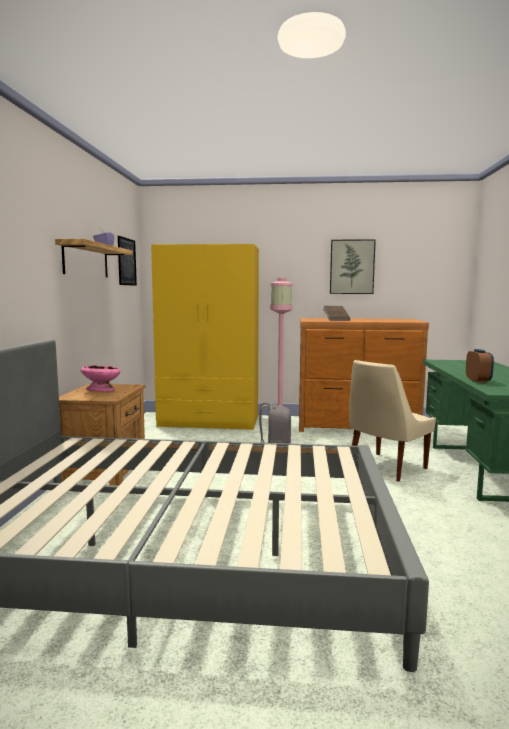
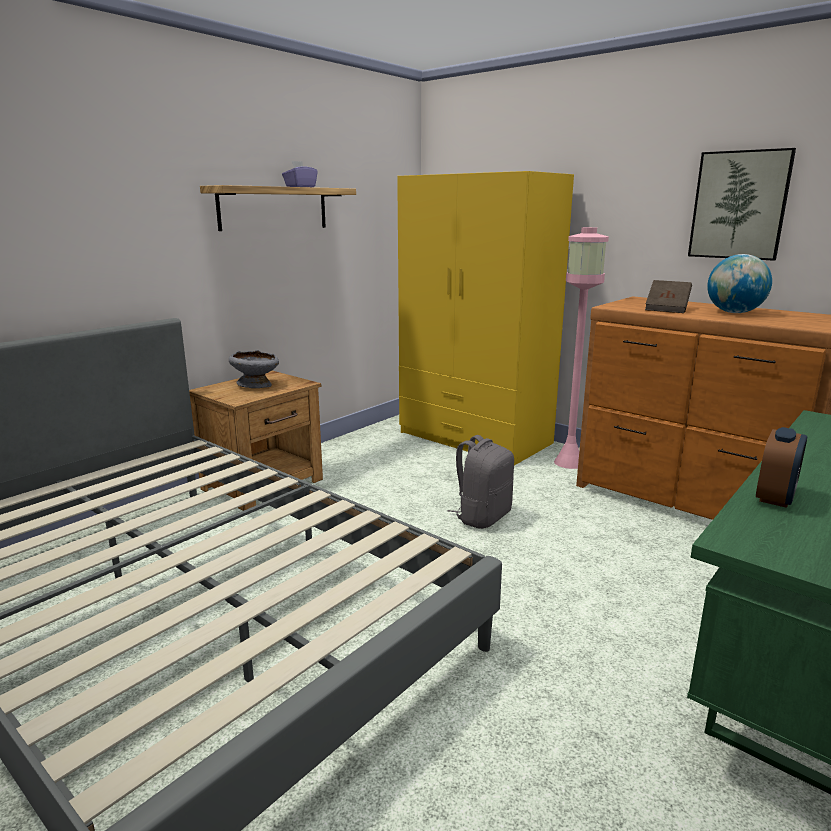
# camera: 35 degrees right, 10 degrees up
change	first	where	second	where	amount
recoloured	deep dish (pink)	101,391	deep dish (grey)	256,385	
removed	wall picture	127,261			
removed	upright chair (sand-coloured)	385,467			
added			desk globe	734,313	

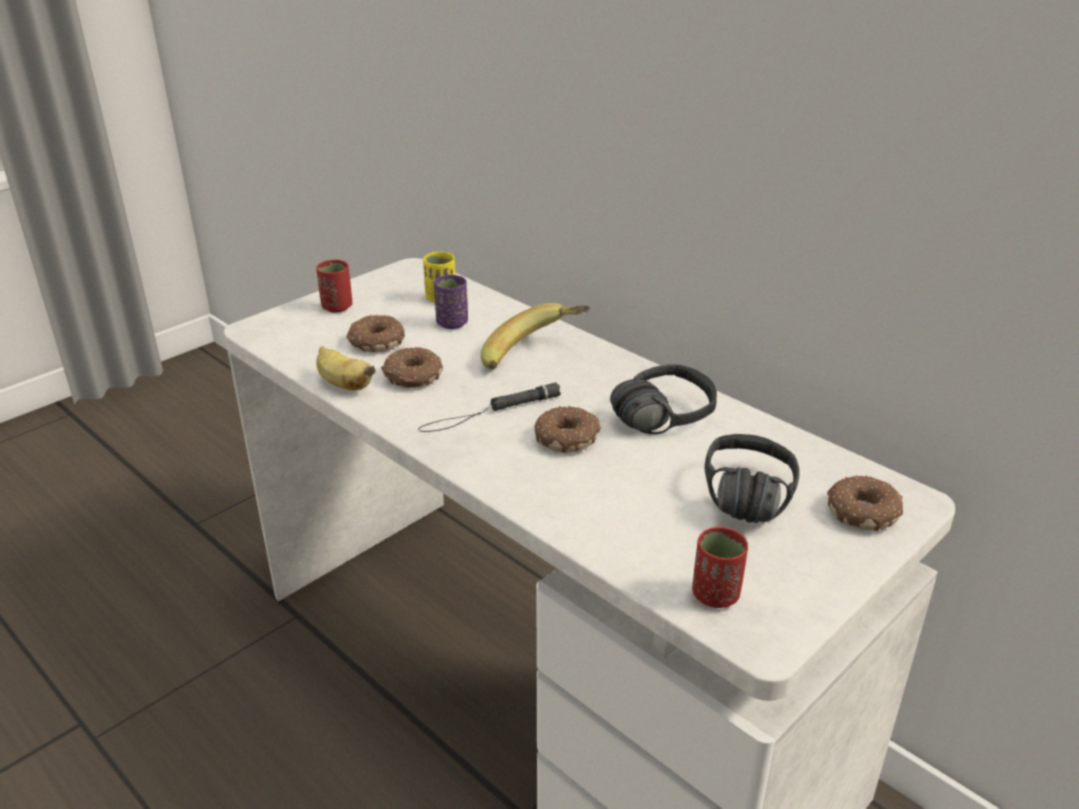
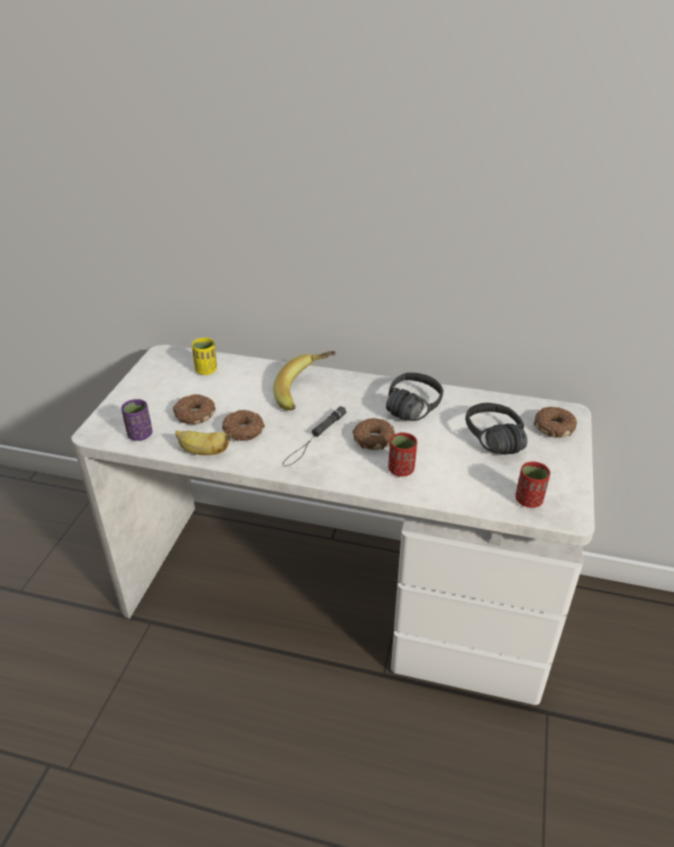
# camera: 30 degrees left, 5 degrees up
change	first	where	second	where	amount
moved	cup (red-coloured)	337,307		401,470	
moved	cup (purple)	452,323		140,435	

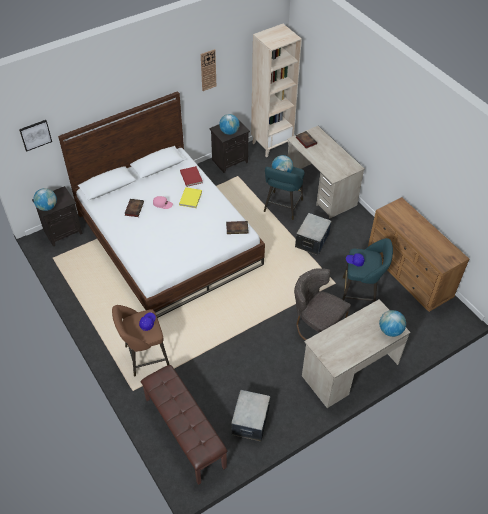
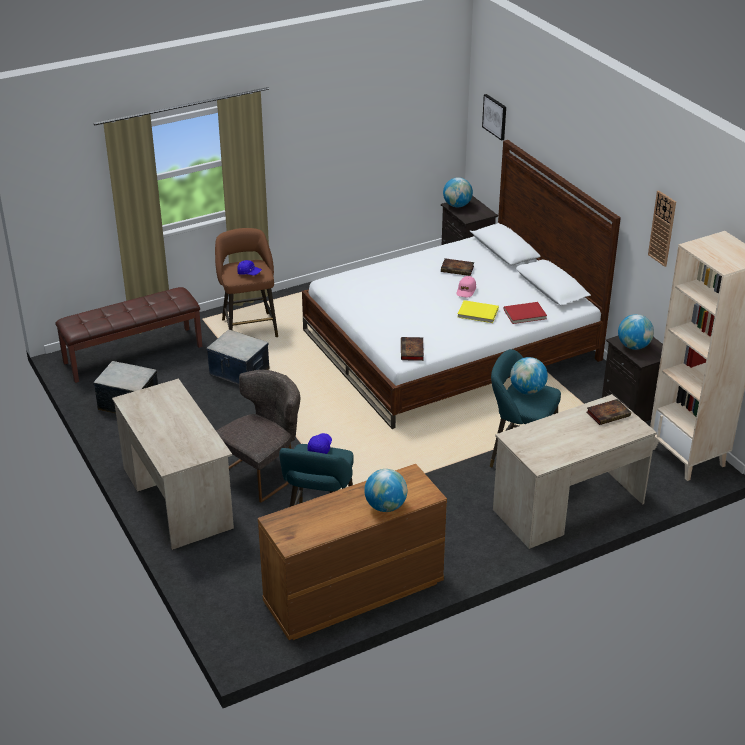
# camera: 95 degrees right, 15 degrees down
change	first	where	second	where	amount
moved	storage bin	312,241		239,372	
moved	desk globe	390,330		385,506	

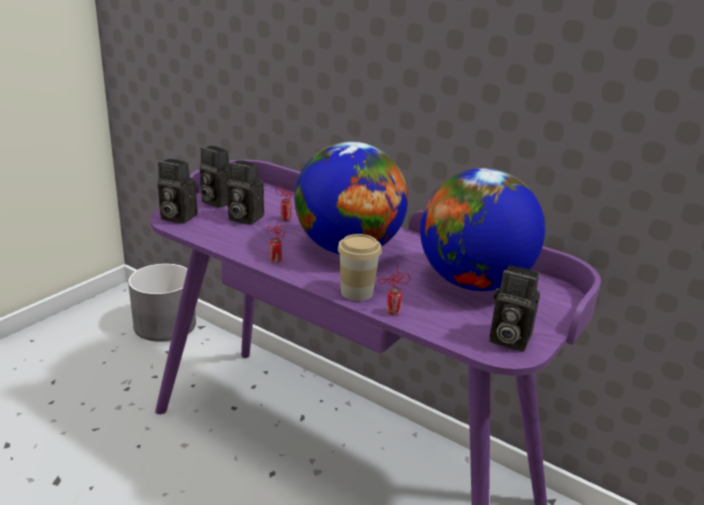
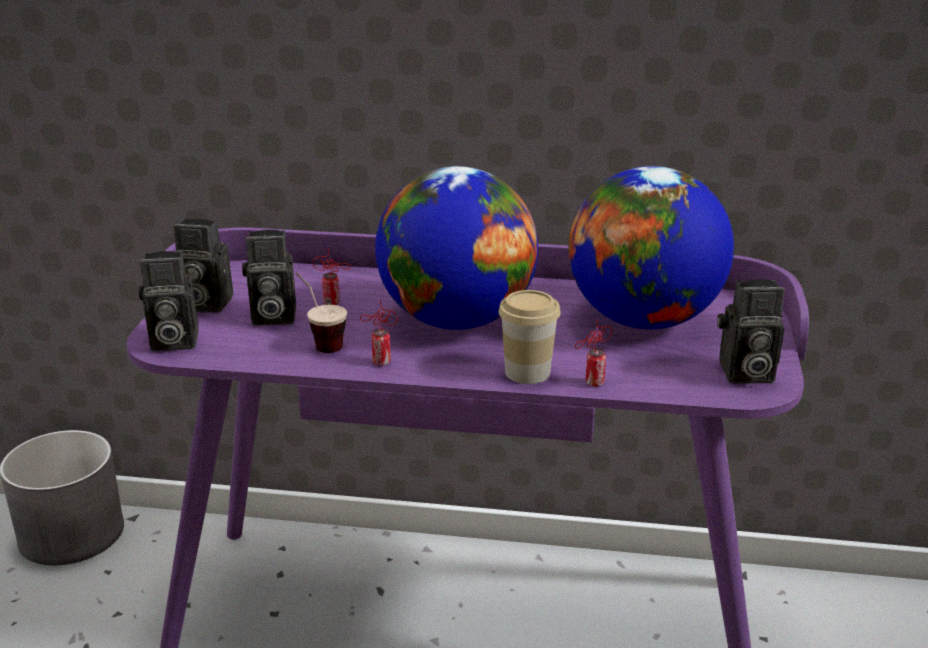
# camera: 25 degrees left, 0 degrees up
change	first	where	second	where	amount
added			cup	320,342	

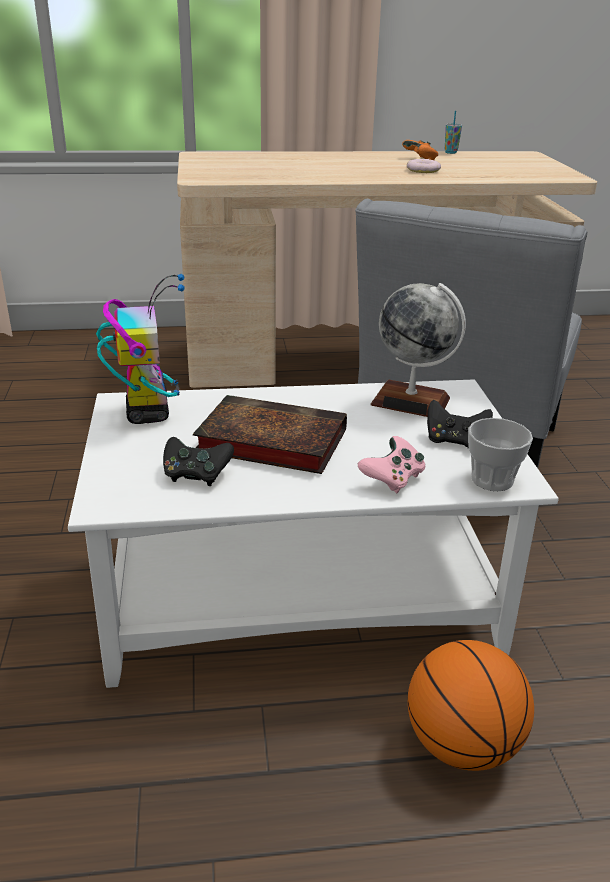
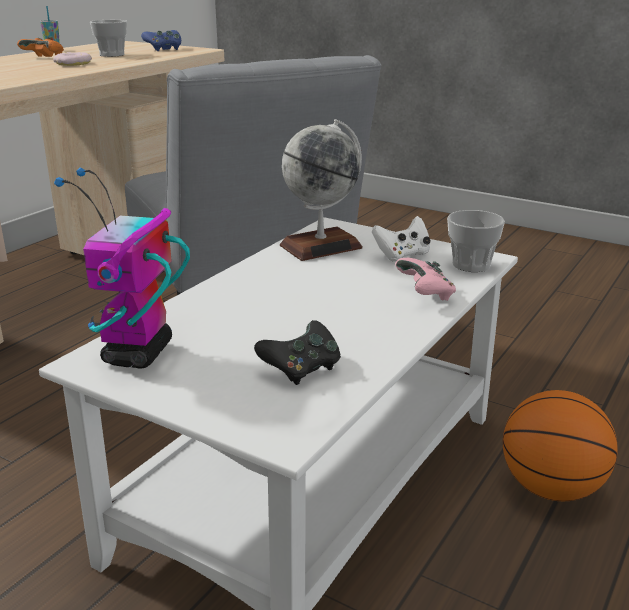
# camera: 50 degrees left, 5 degrees down
change	first	where	second	where	amount
turned	toy robot	147,412		138,354	105 degrees counterclockwise
removed	volume	267,441			
recoloured	gamepad (blackish)	455,441	gamepad (whitish)	402,255	
added			cup	112,55	
added			gamepad (bluish)	164,49	

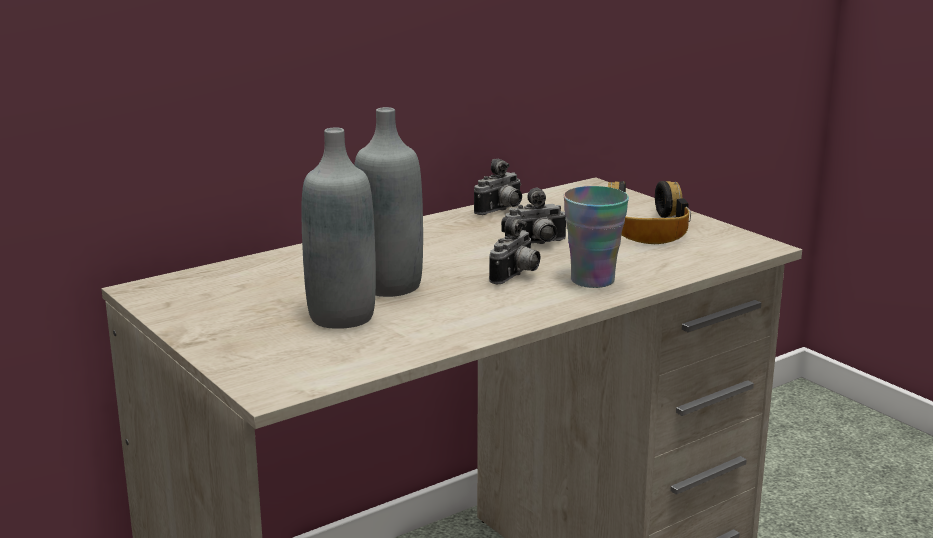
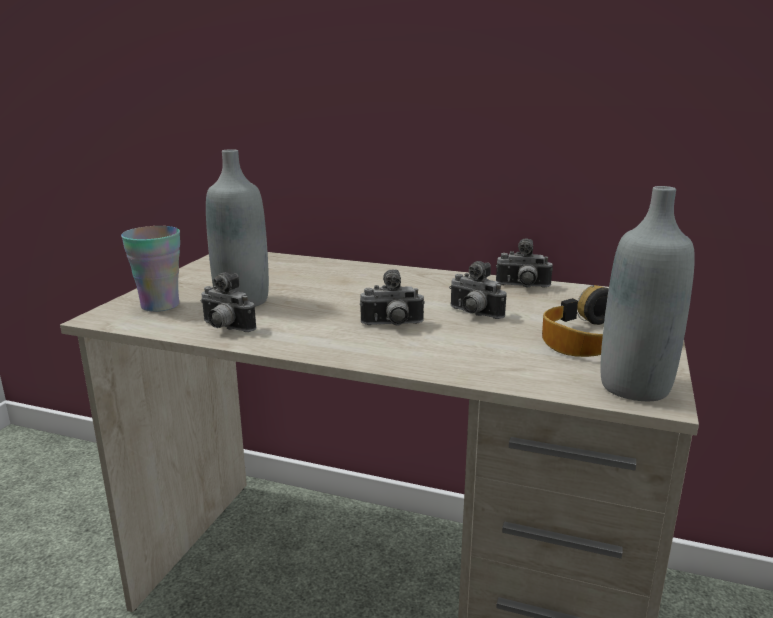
# camera: 55 degrees right, 0 degrees up
change	first	where	second	where	amount
moved	drink bottle (grey)	389,286		634,386	
moved	cup	592,280		160,305	
added			photo camera	225,328	

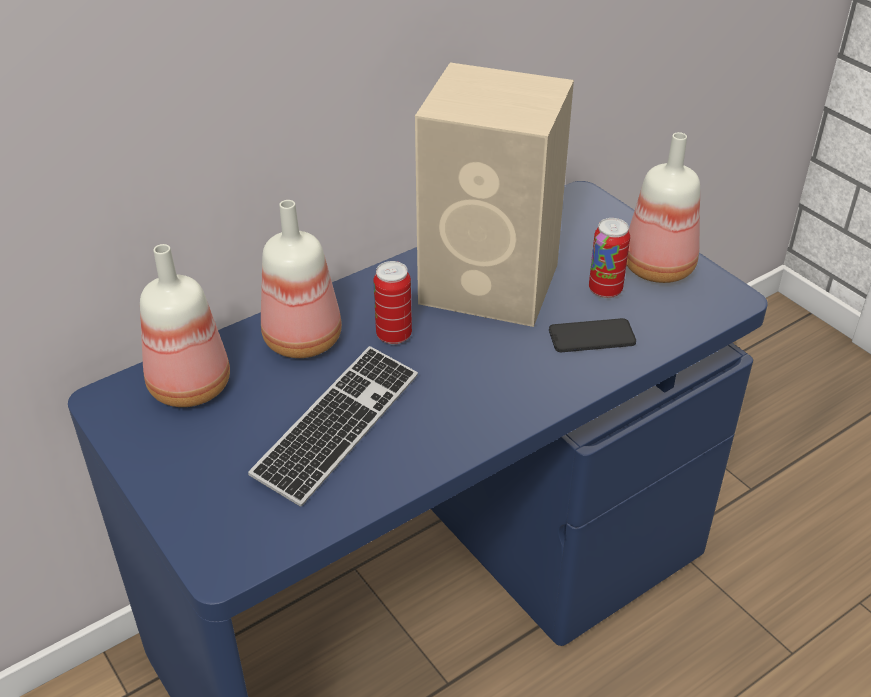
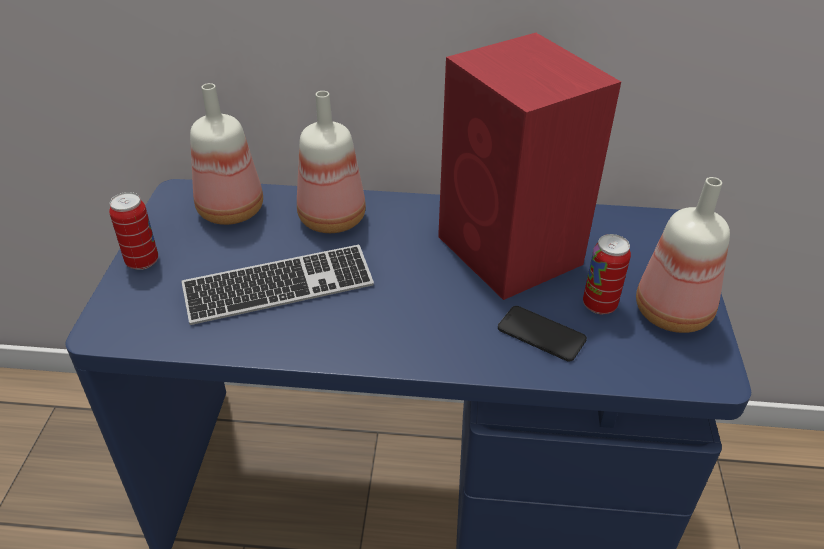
# camera: 40 degrees right, 0 degrees up
change	first	where	second	where	amount
moved	metal can	394,335		142,261	
recoloured	audio speaker (sand-coloured)	493,284	audio speaker (red-coloured)	511,252	

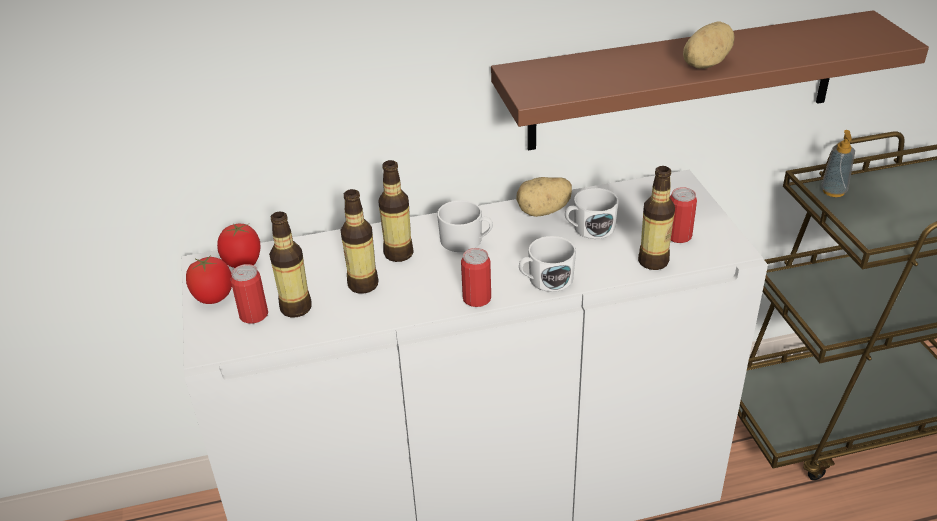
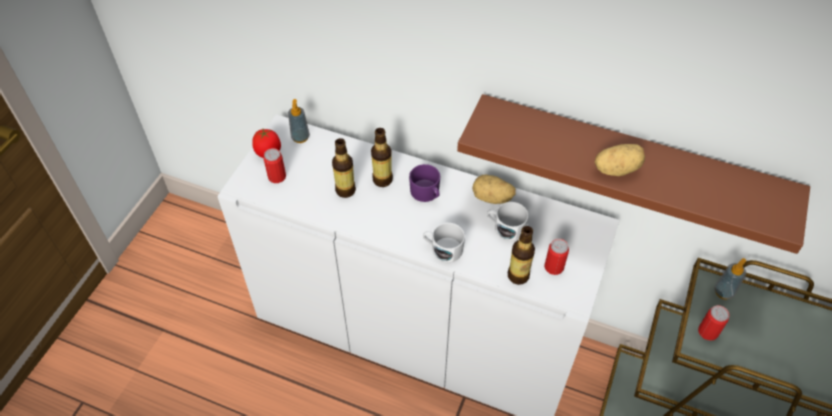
# camera: 35 degrees right, 15 degrees up
change	first	where	second	where	amount
replaced	whole tomato	243,263	liquid soap bottle	300,137	
removed	drink bottle	296,308			
recoloured	tea mug (whitish)	466,241	tea mug (purple)	426,193	
moved	metal can	477,298		708,332	

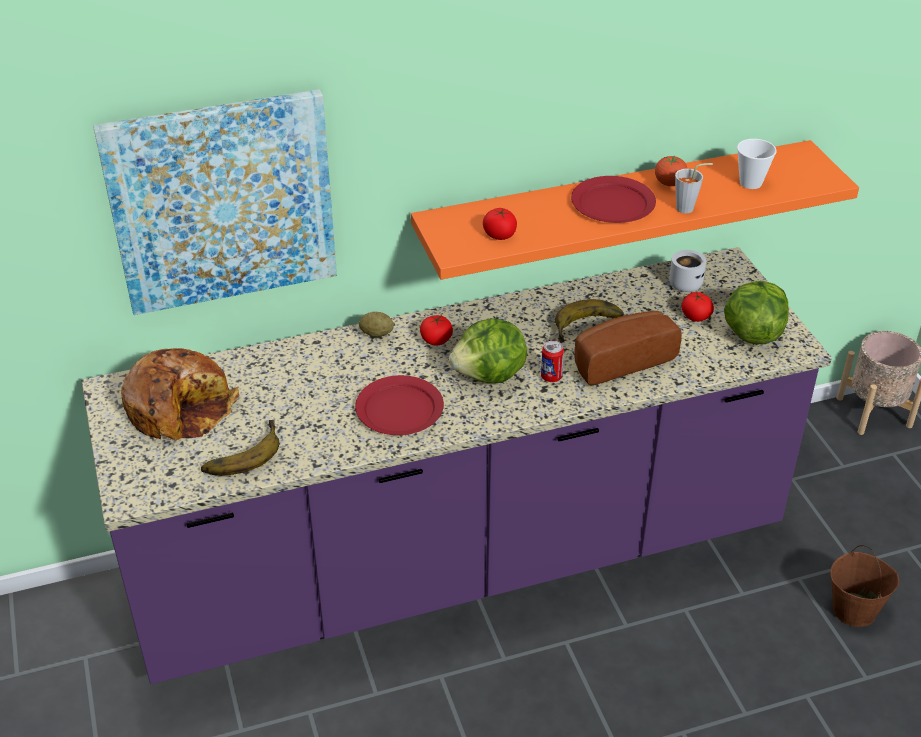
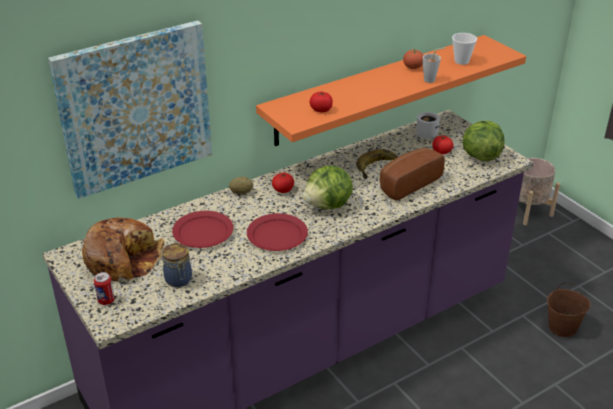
# camera: 15 degrees left, 5 degrees down
change	first	where	second	where	amount
replaced	whole banana	240,453	storage jar	179,280	
moved	metal can	551,377		106,300	
moved	plate (red-coloured)	612,203		203,231	

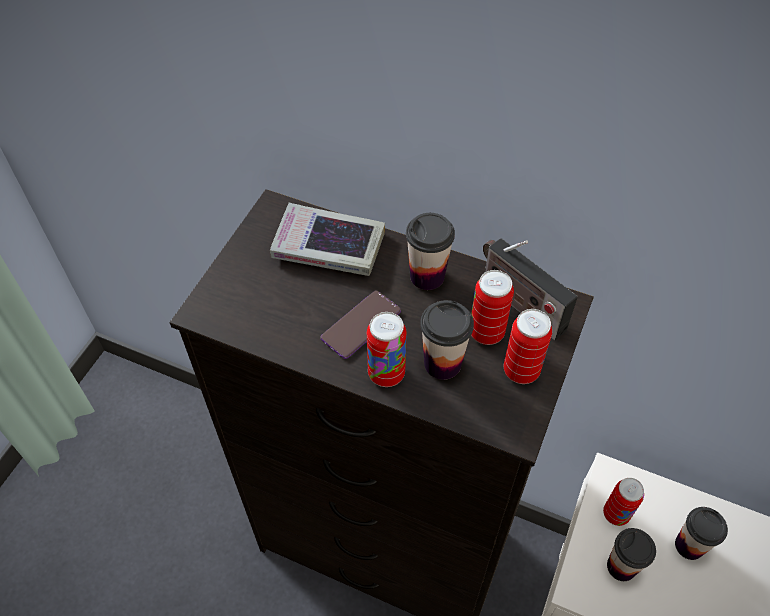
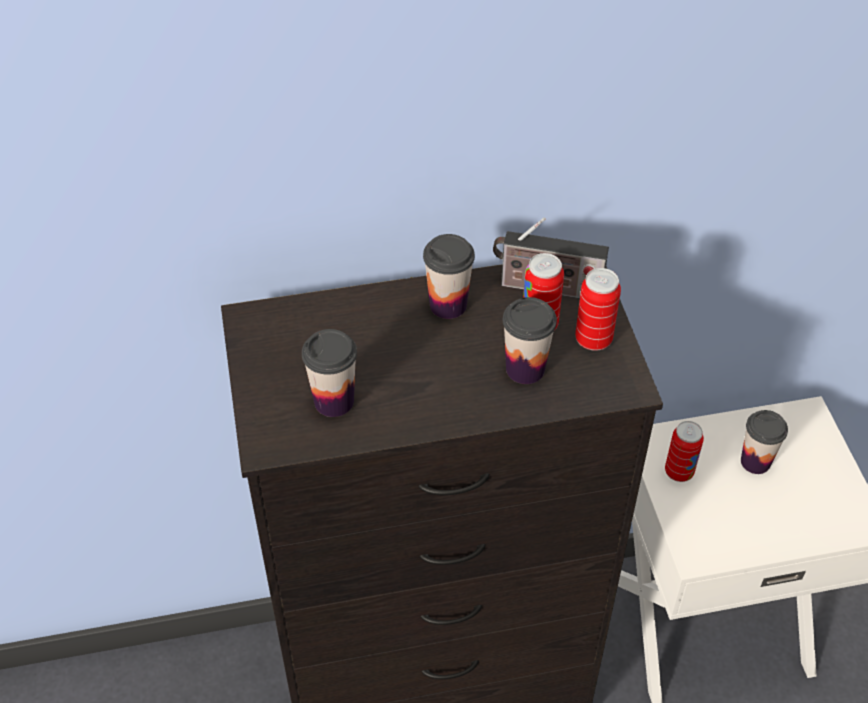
# camera: 35 degrees left, 5 degrees down
change	first	where	second	where	amount
removed	volume	328,246			
removed	telephone	361,325			
removed	metal can	386,373			
moved	cup	621,566		334,401	

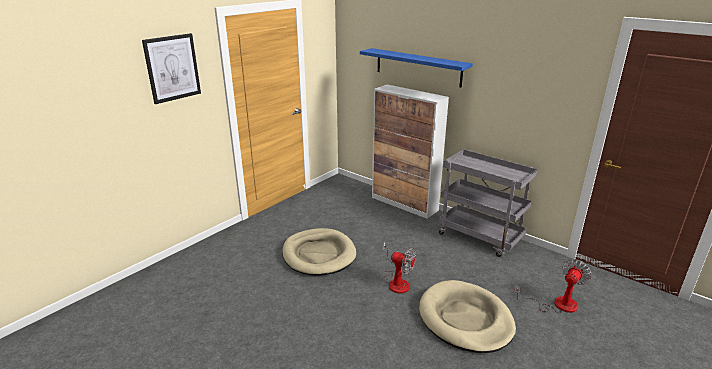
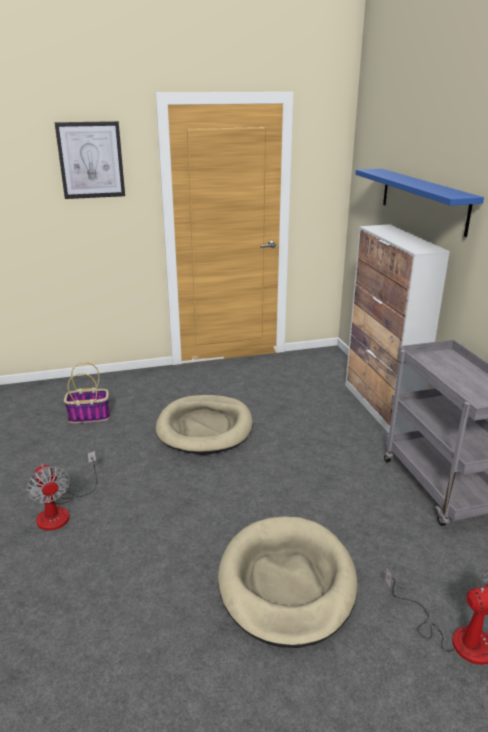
# camera: 35 degrees right, 0 degrees up
change	first	where	second	where	amount
moved	electric fan	396,281		61,511	
added			basket	90,416	

